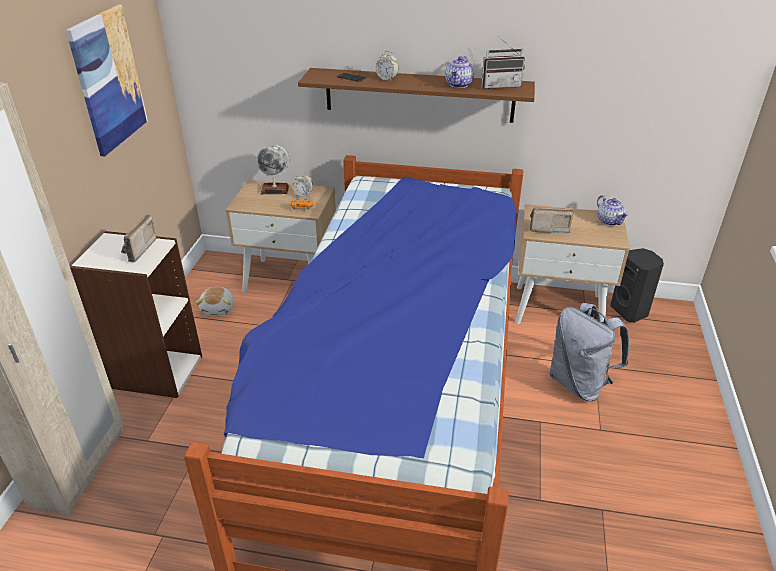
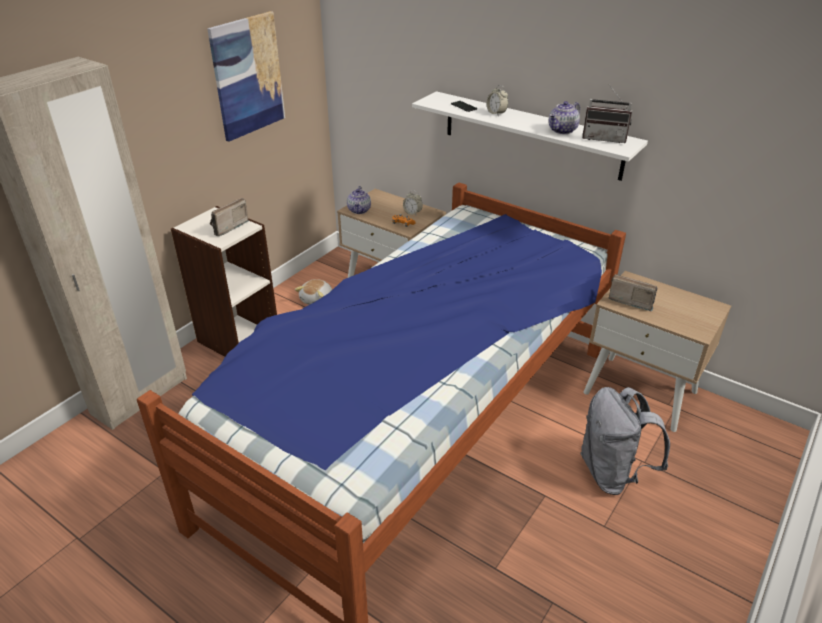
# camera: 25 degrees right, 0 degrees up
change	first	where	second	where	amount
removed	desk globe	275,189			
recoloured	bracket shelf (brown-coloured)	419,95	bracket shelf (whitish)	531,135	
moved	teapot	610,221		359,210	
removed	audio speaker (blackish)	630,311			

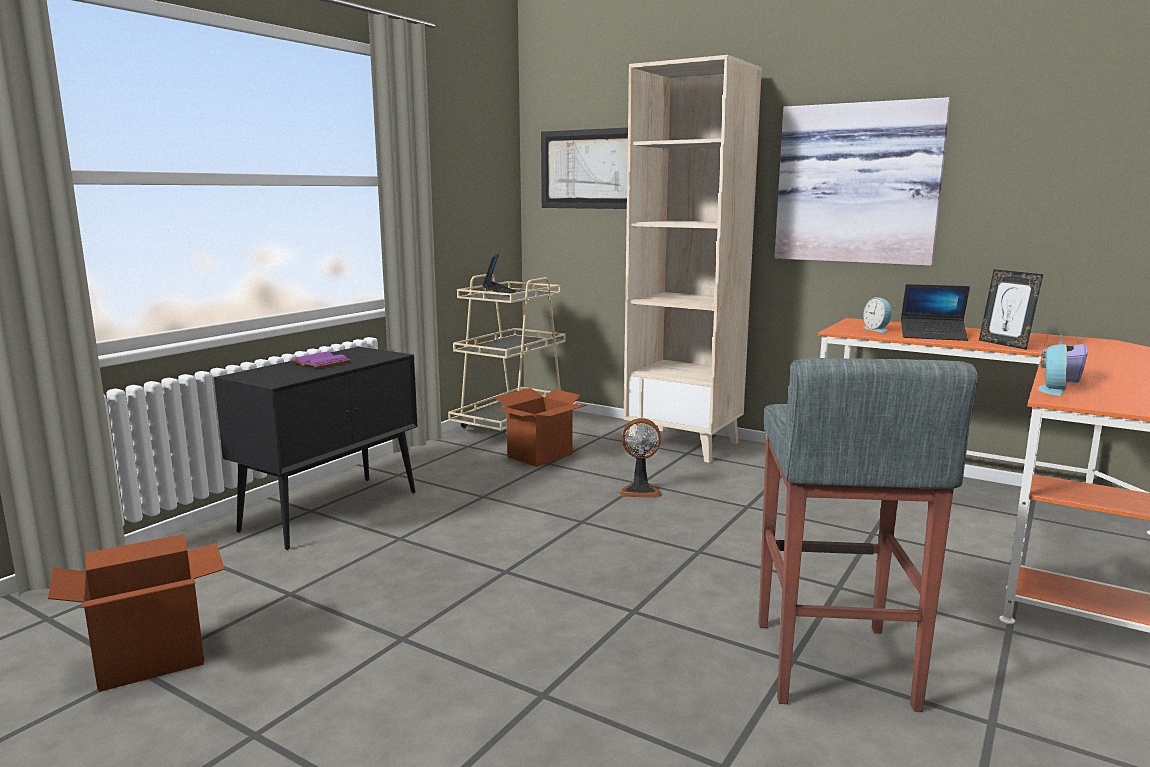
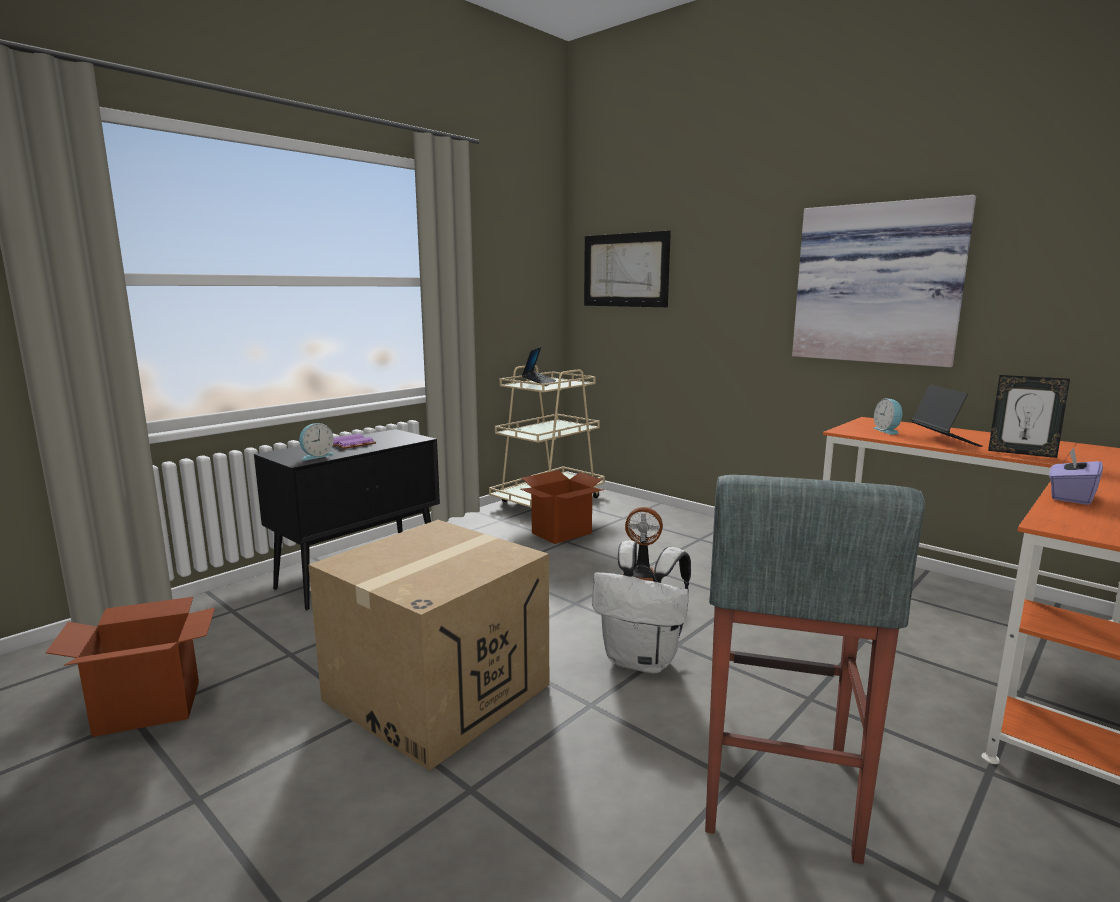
# camera: 10 degrees right, 0 degrees up
change	first	where	second	where	amount
removed	bookcase (sand-coloured)	684,444			
turned	portable computer	932,336		944,440	120 degrees counterclockwise
turned	picture frame	1005,344		1021,453	45 degrees counterclockwise
moved	table clock	1050,390		316,456	
added			carton	437,692	
added			rucksack (whitish)	643,660	

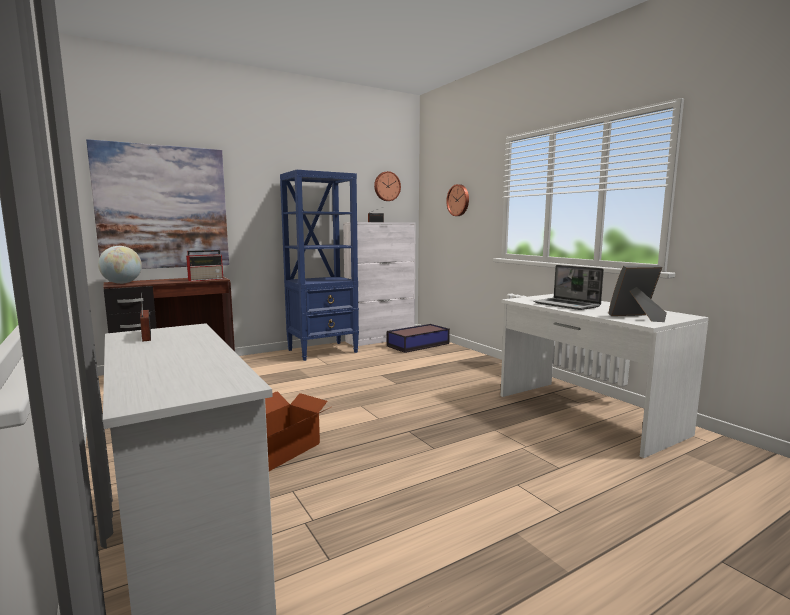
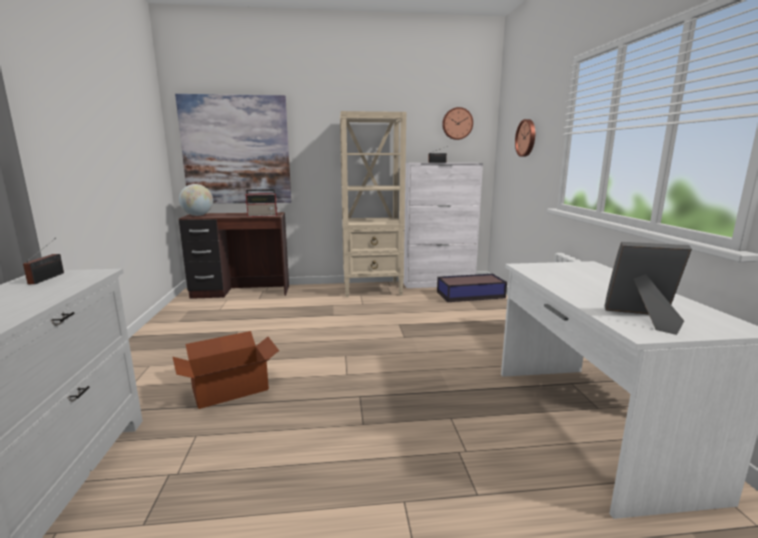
# camera: 25 degrees right, 5 degrees up
change	first	where	second	where	amount
recoloured	bookcase (bluish)	323,351	bookcase (sand-coloured)	373,289	
removed	portable computer	567,305			

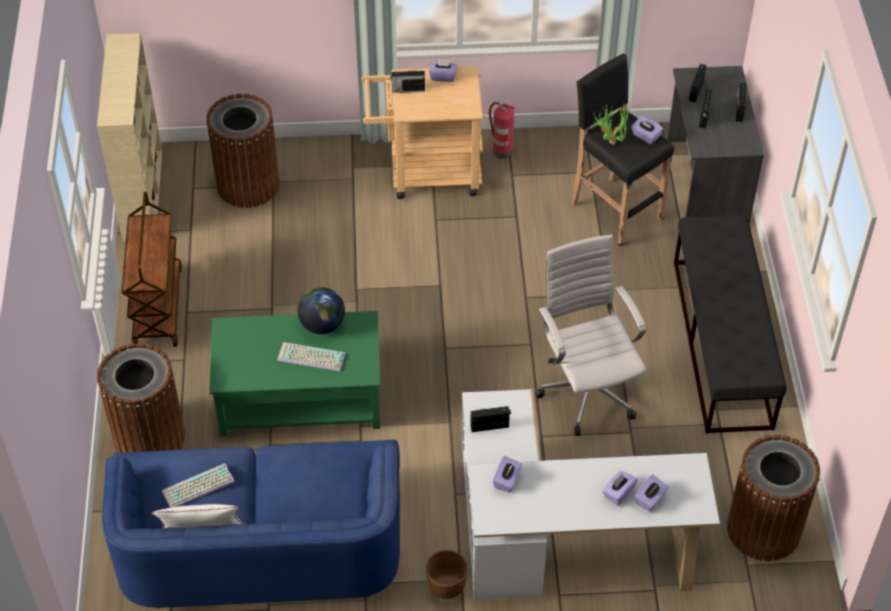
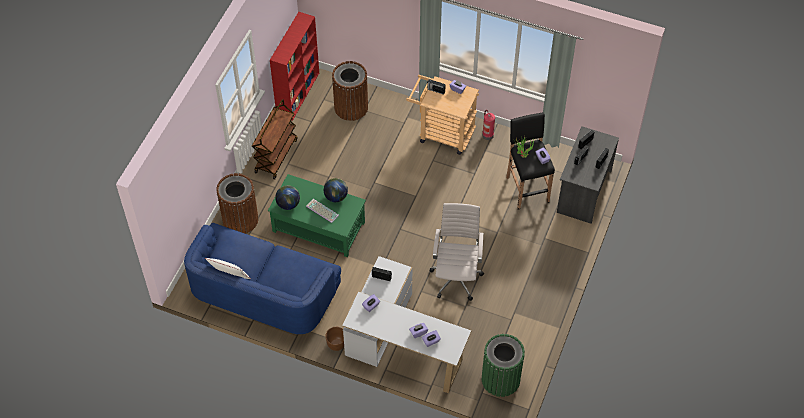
# camera: 25 degrees right, 5 degrees up
change	first	where	second	where	amount
recoloured	bookcase (sand-coloured)	142,193	bookcase (red-coloured)	298,93	
removed	PC keyboard	198,488			
removed	indoor bench (blackish)	722,343			
recoloured	waste bin (brown-coloured)	763,529	waste bin (green)	500,379	
added			desk globe	288,204	

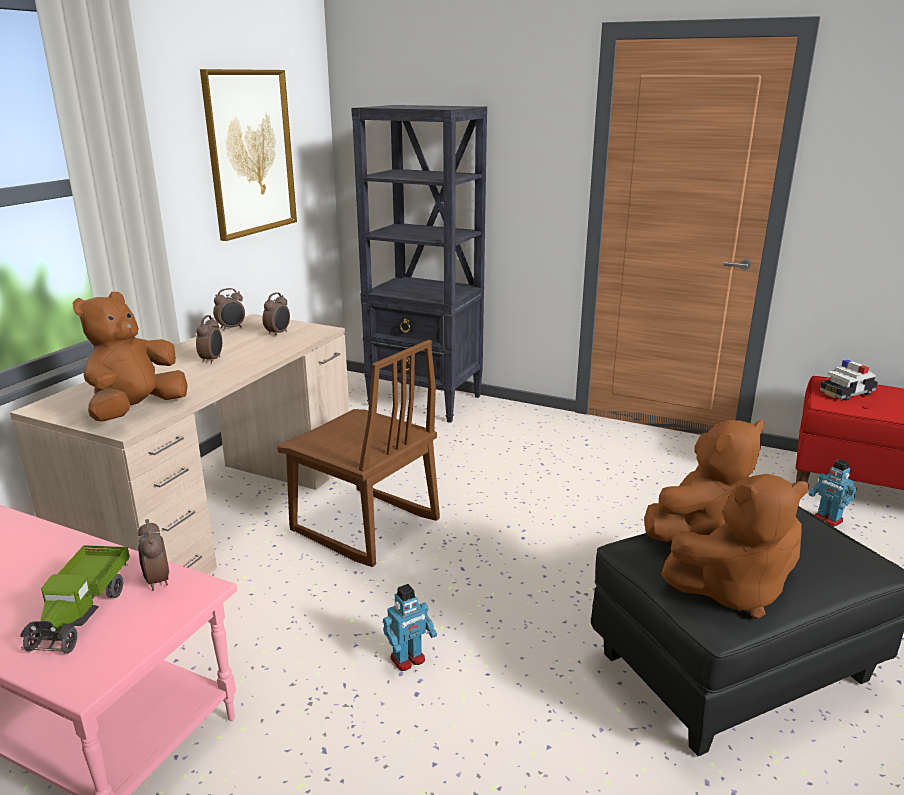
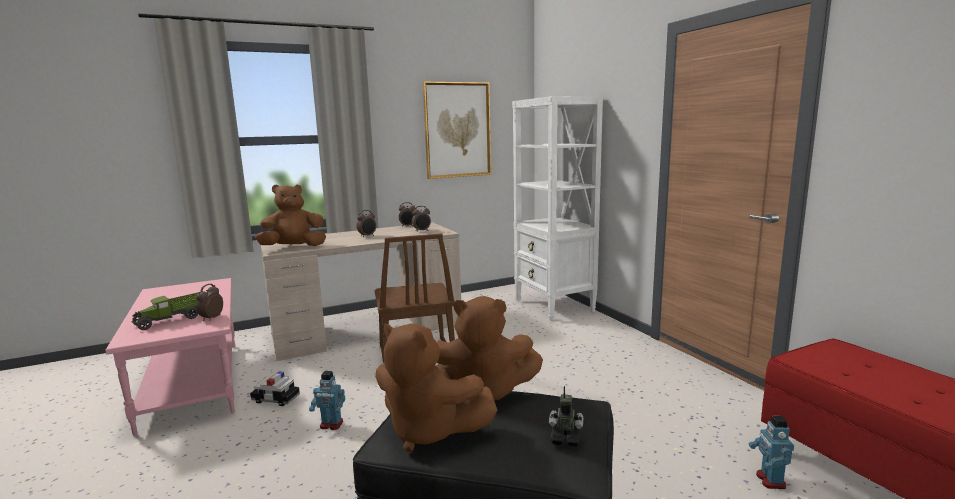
# camera: 40 degrees right, 10 degrees down
change	first	where	second	where	amount
recoloured	bookcase (blackish)	426,401	bookcase (whitish)	554,306	
moved	miniature car	846,393		275,399	
added			toy robot	565,439	

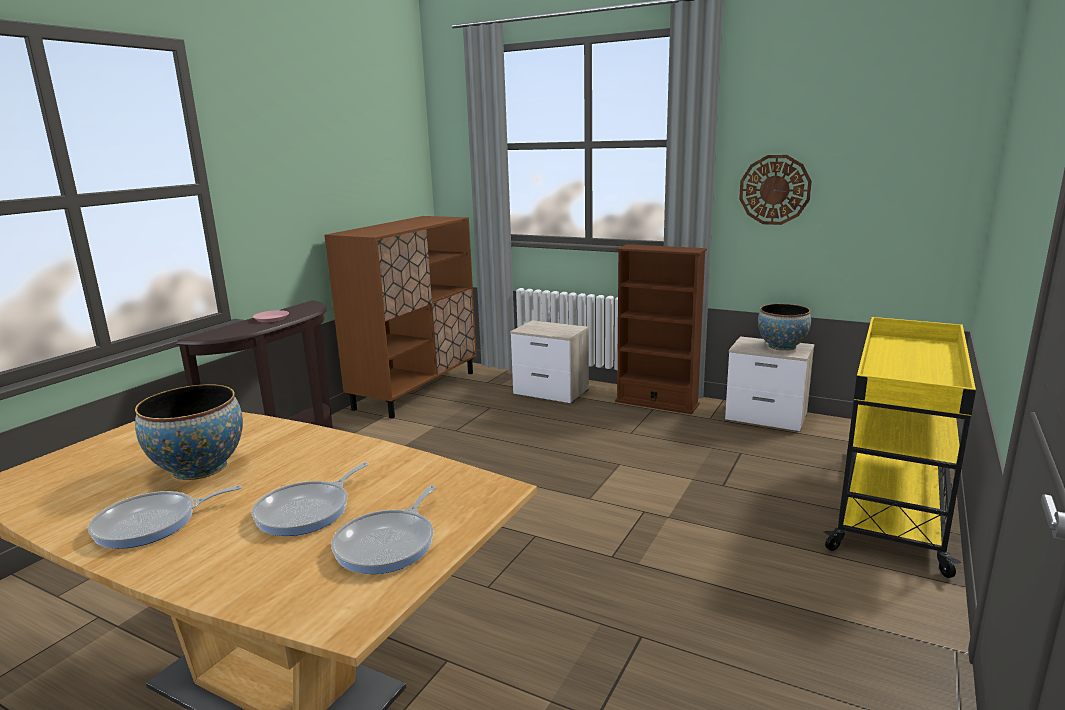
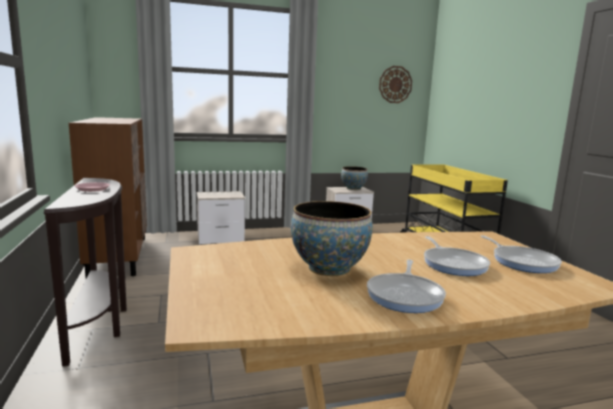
# camera: 45 degrees left, 5 degrees down
change	first	where	second	where	amount
removed	bookcase (brown-coloured)	657,403			
moved	wall clock	774,190		395,84	

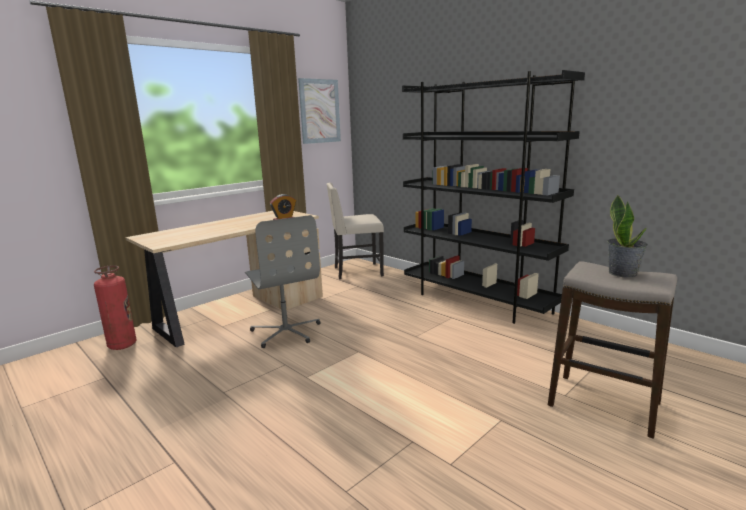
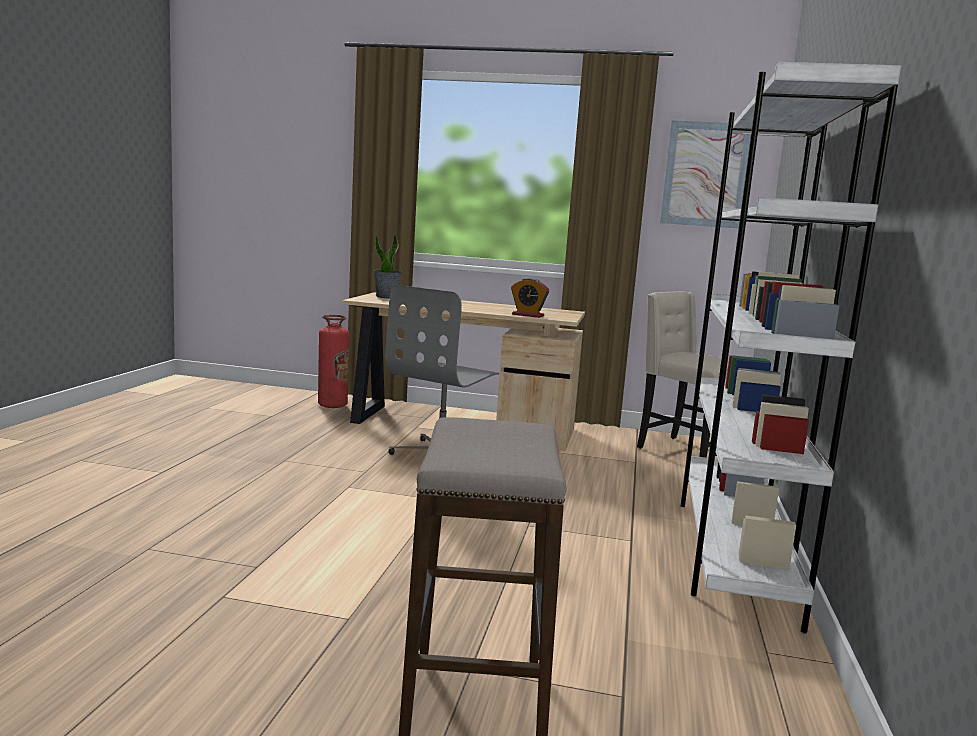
# camera: 55 degrees right, 5 degrees down
change	first	where	second	where	amount
recoloured	bookcase (blackish)	477,301	bookcase (whitish)	732,551	
moved	plant in a pot	623,273		387,297	

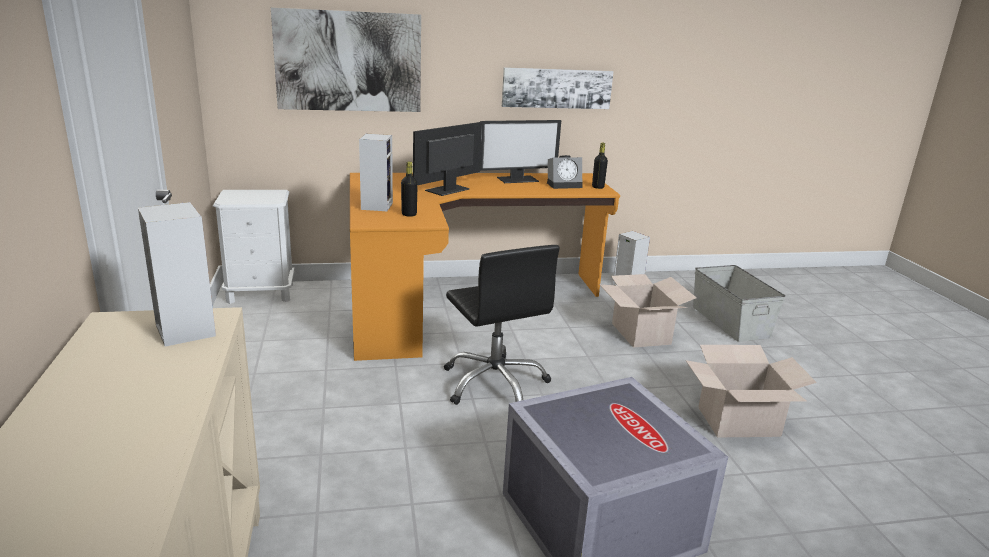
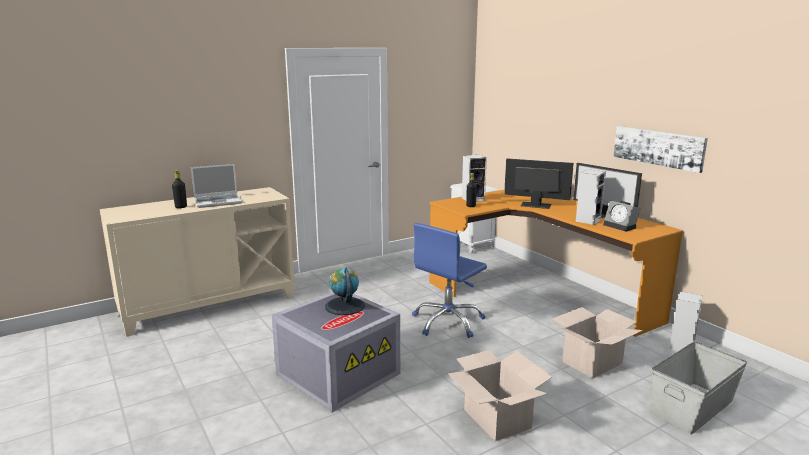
# camera: 70 degrees right, 5 degrees down
change	first	where	second	where	amount
moved	audio speaker	183,330		588,220	
removed	wall picture	349,61			
recoloured	desk chair (blackish)	495,383	desk chair (bluish)	448,322	
moved	drink bottle (blackish)	598,187		181,207	
added			portable computer	218,201	
added			desk globe	344,306	

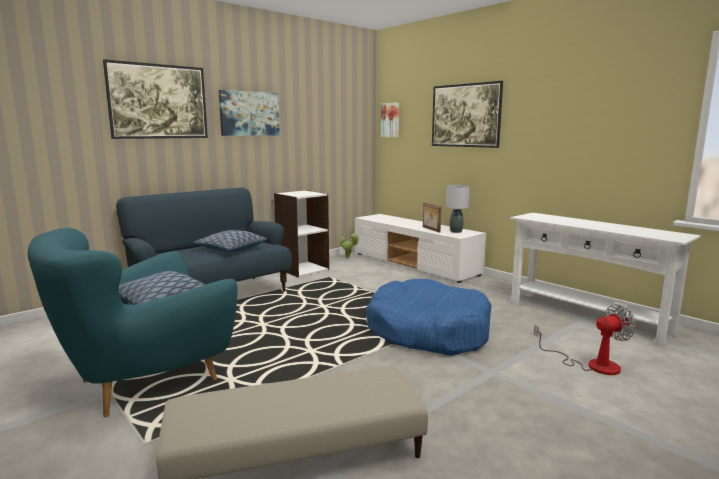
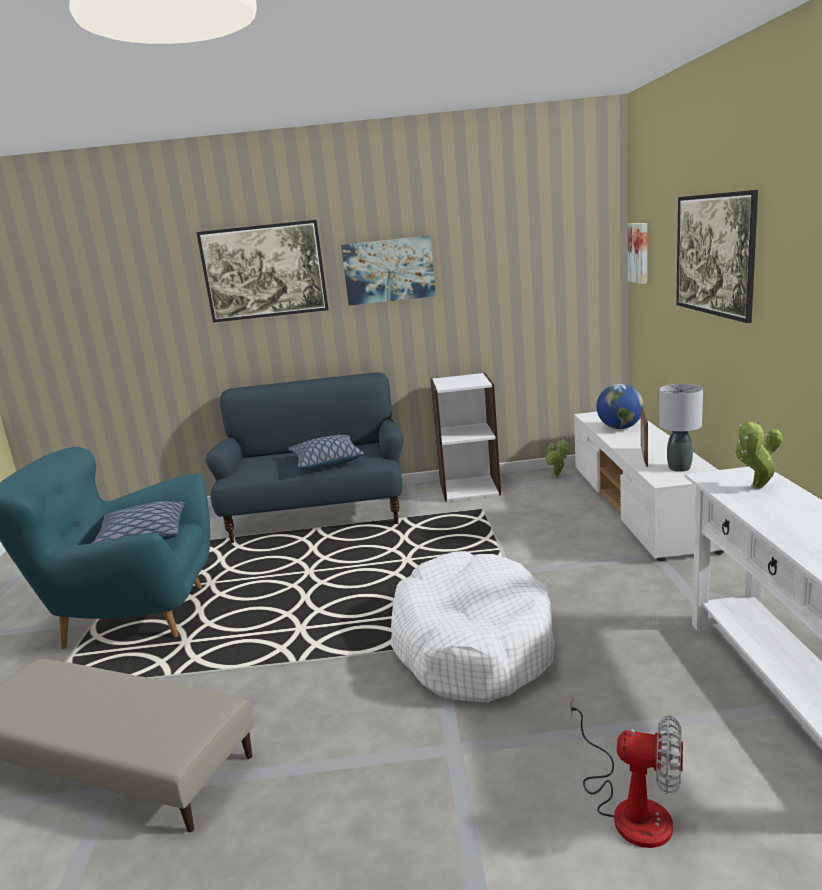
# camera: 40 degrees right, 5 degrees up
change	first	where	second	where	amount
recoloured	dog cushion (bluish)	427,331	dog cushion (whitish)	472,644	
added			desk globe	620,428	
added			plant in a pot	755,488	

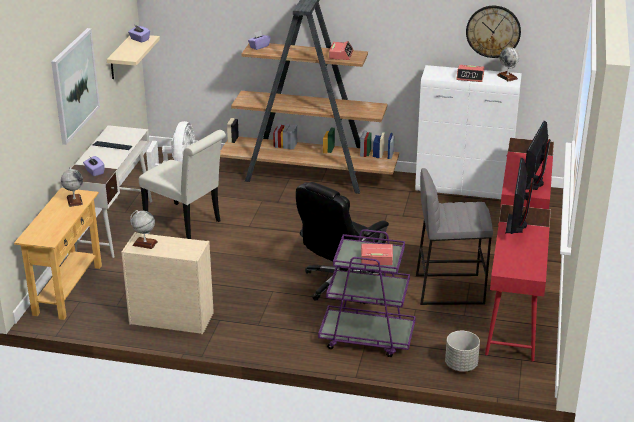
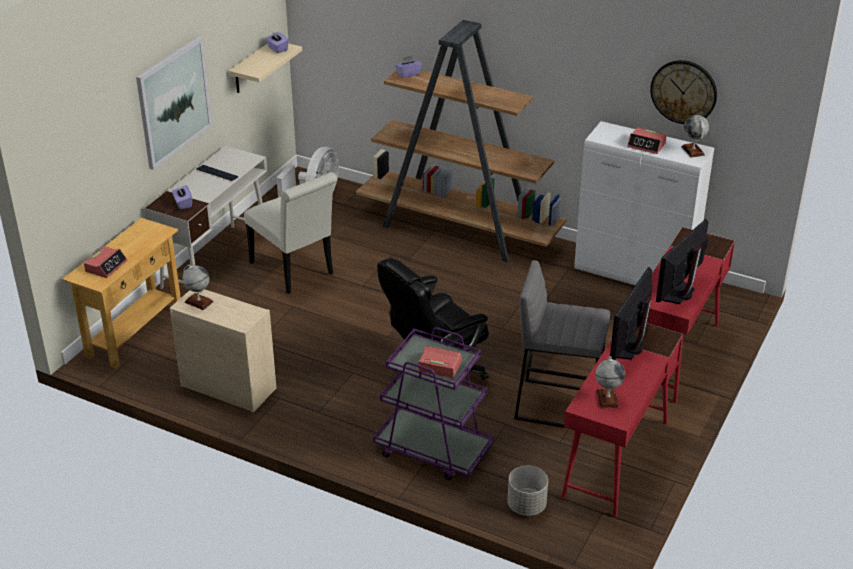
# camera: 15 degrees right, 5 degrees up
change	first	where	second	where	amount
moved	desk globe	74,200		607,398	
moved	table clock	341,54		106,266	

